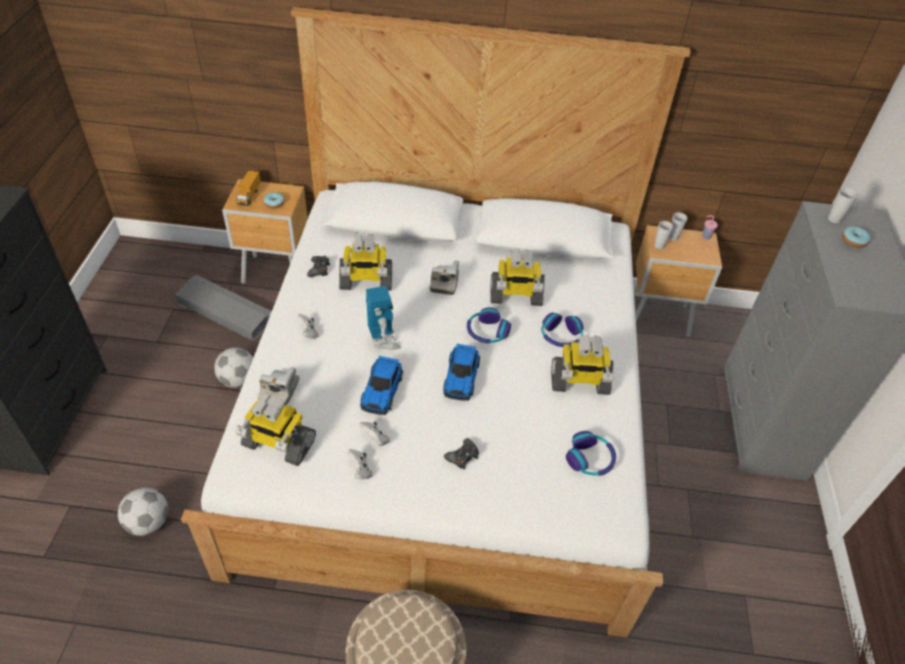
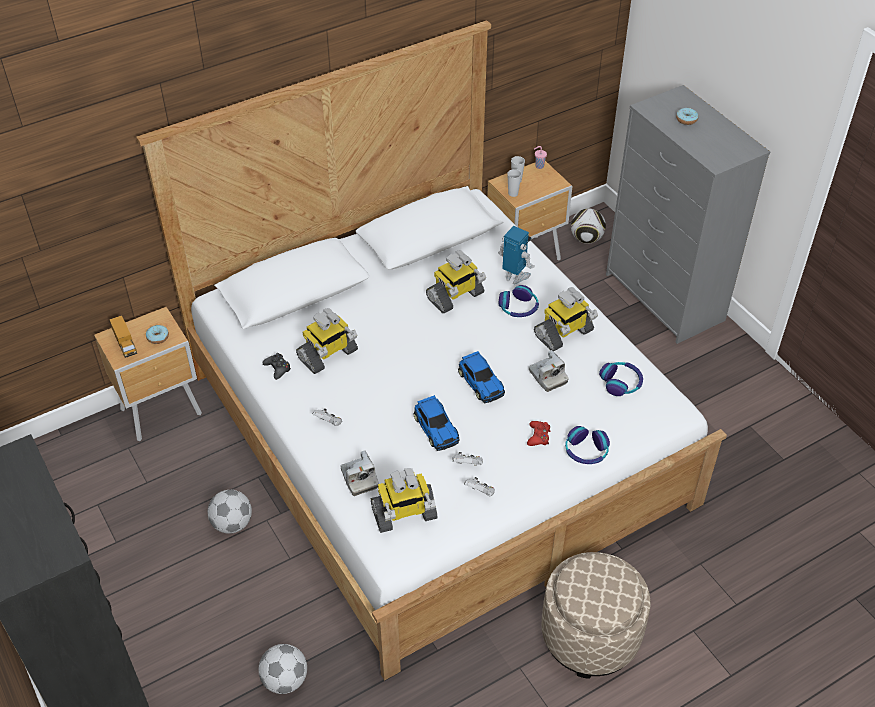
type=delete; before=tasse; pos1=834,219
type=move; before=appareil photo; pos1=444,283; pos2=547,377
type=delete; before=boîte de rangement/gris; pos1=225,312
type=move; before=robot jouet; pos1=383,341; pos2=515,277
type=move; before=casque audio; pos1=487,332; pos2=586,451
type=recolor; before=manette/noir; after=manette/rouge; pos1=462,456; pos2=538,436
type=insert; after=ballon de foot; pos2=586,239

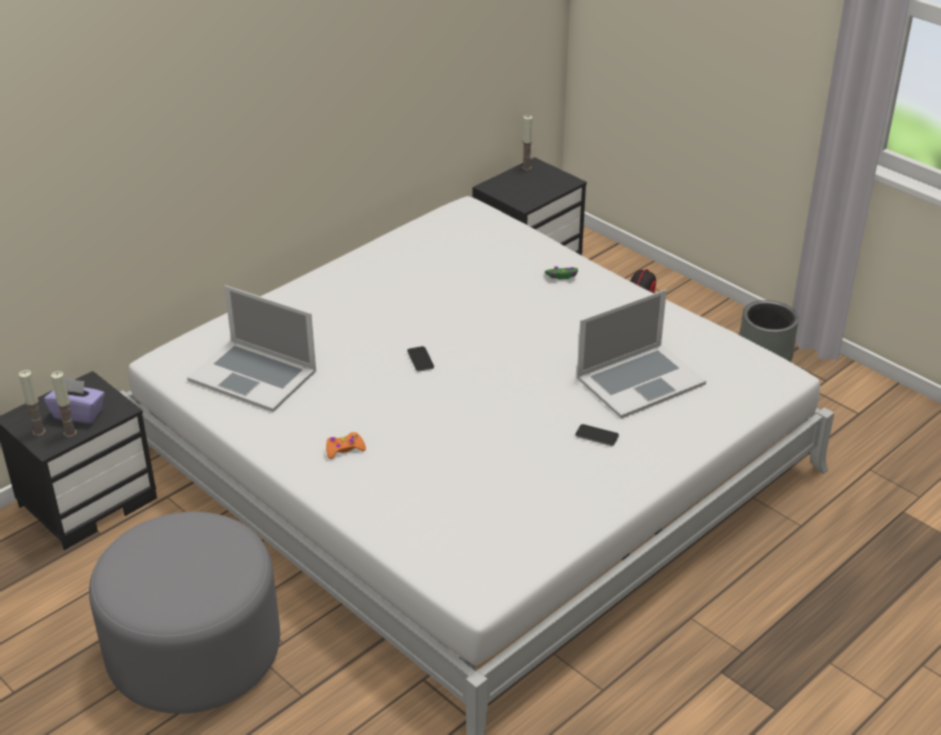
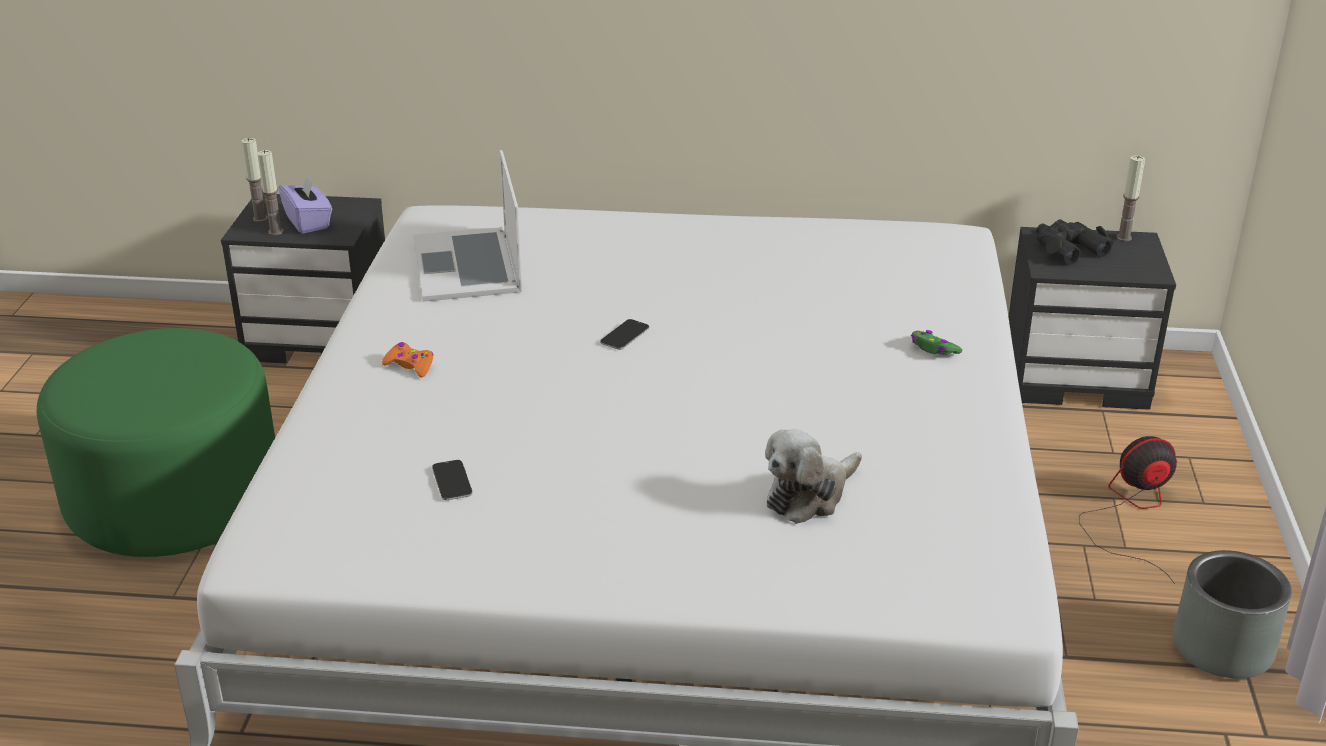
type=replace; before=ordinateur portable; after=peluche; pos1=640,380; pos2=809,495
type=move; before=téléphone; pos1=597,436; pos2=452,481
type=recolor; before=pouf/gris; after=pouf/vert; pos1=194,652; pos2=175,500
type=insert; after=jumelles/noir; pos2=1067,248

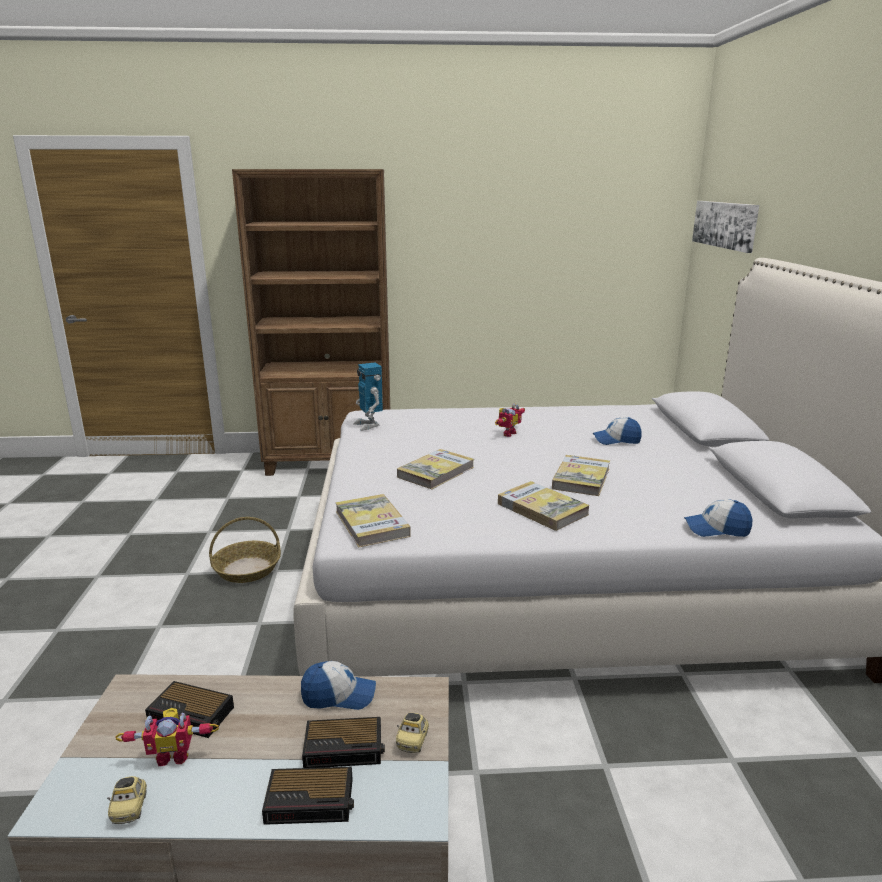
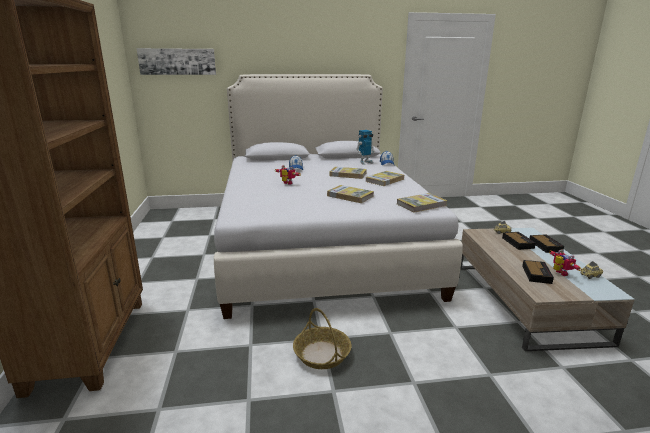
type=move; before=robot jouet; pos1=369,425; pos2=365,162
type=delete; before=casquette; pos1=338,695

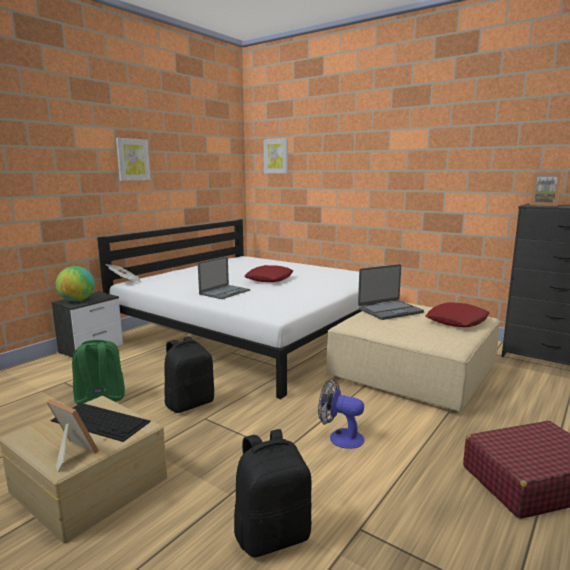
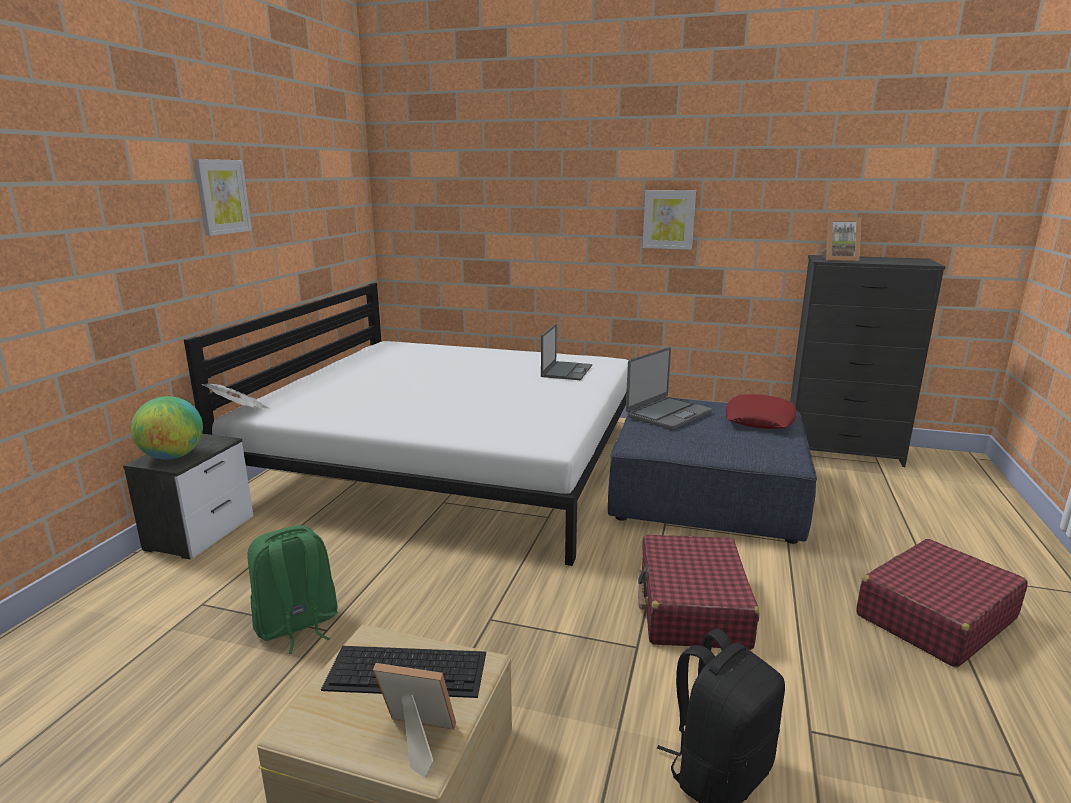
type=move; before=tableau; pos1=276,156; pos2=669,219
type=move; before=ordinateur portable; pos1=225,292; pos2=566,371
type=delete; before=coussin/rouge; pos1=269,279
type=recolor; before=pouf/beige; after=pouf/bleu; pos1=413,371; pos2=706,492
type=delete; before=sac à dos/noir; pos1=190,403
type=replace; before=ventilateur; after=valise/rouge; pos1=340,437; pos2=692,607

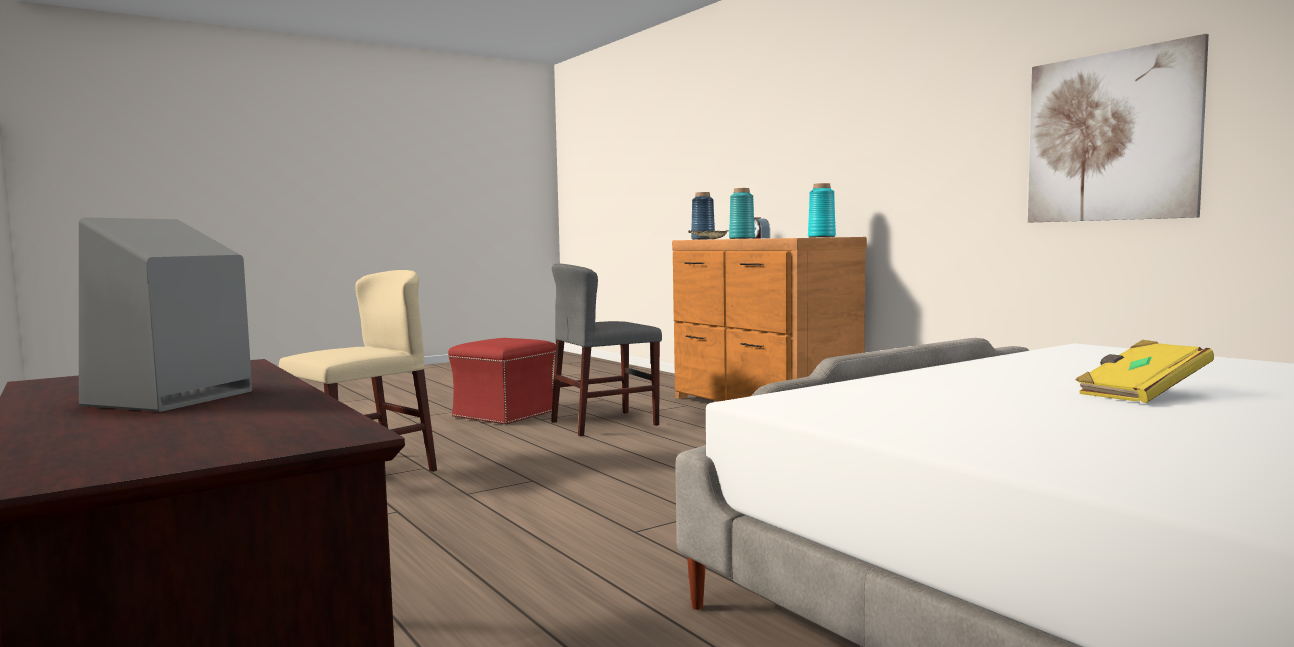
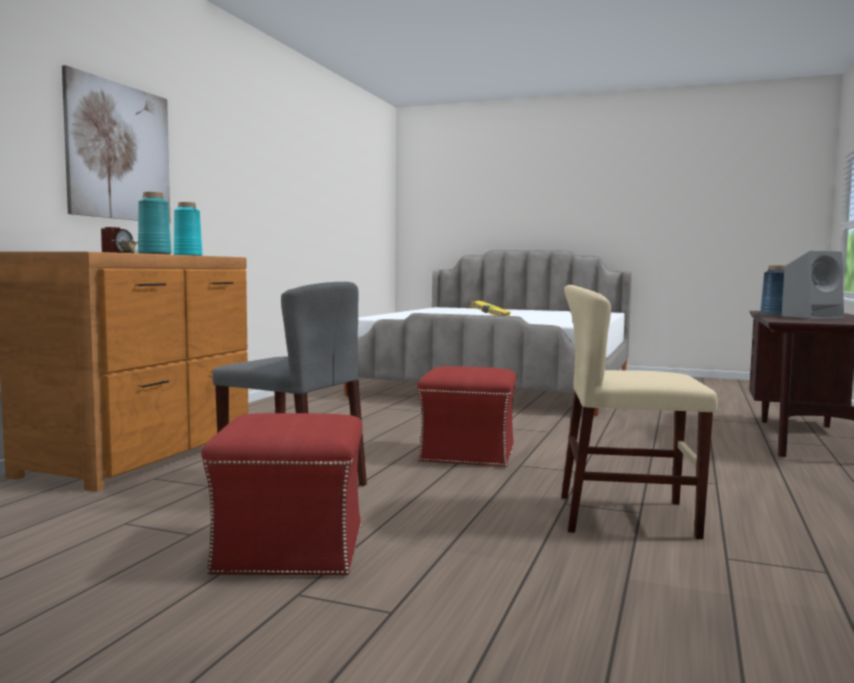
type=move; before=tableau; pos1=1111,137; pos2=119,152
type=move; before=vase/bleu; pos1=703,239; pos2=773,314
type=insert; after=pouf/rouge; pos2=466,454

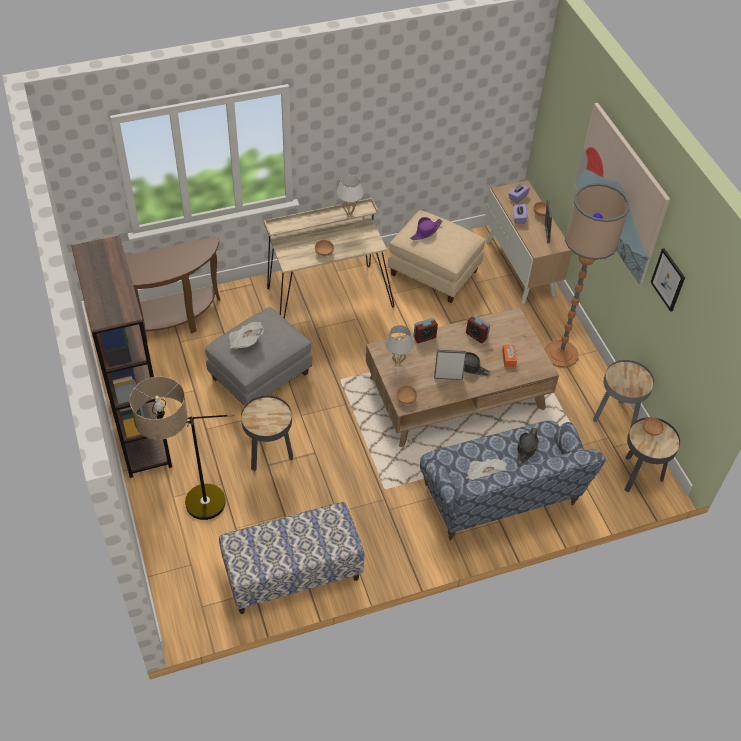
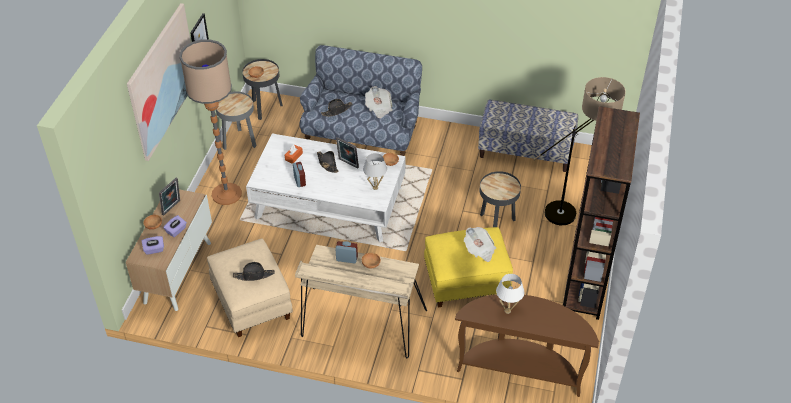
type=move; before=lampe de table/blanc; pos1=349,215; pos2=507,311
type=recolor; before=chapeau/violet; after=chapeau/noir; pos1=426,232; pos2=254,275
type=recolor; before=pouf/gris; after=pouf/jaune; pos1=260,375; pos2=466,283
type=recolor; before=table basse/marron; after=table basse/blanc; pos1=456,393; pos2=329,203
type=move; before=réveil; pos1=424,337; pos2=347,259

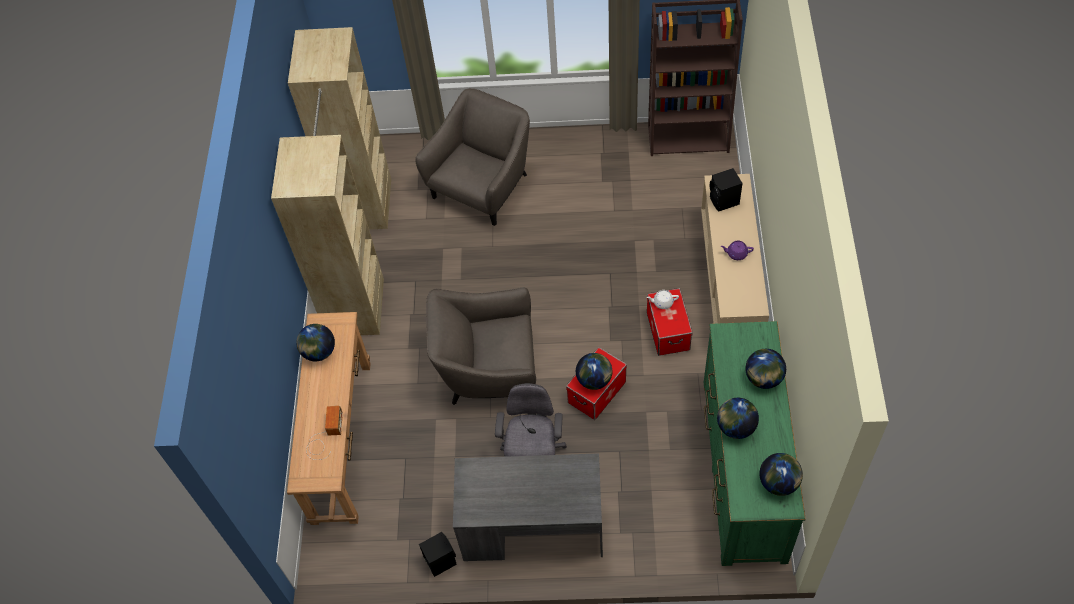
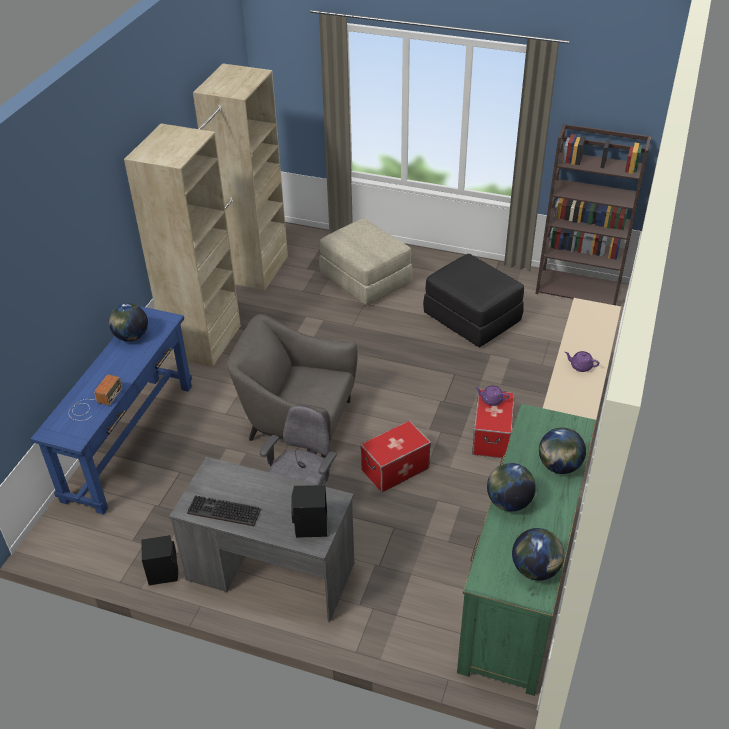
type=replace; before=fauteuil/gris; after=pouf/beige; pos1=482,186; pos2=366,280
type=move; before=enceinte/noir; pos1=724,201; pos2=311,527
type=recolor; before=théière/blanc; after=théière/violet; pos1=662,302; pos2=491,400
type=recolor; before=table console/marron; after=table console/bleu; pos1=342,440; pos2=130,441
type=delete; before=globe; pos1=594,380
type=insert; after=pouf/noir; pos2=472,318
type=insert; after=clavier; pos2=222,512

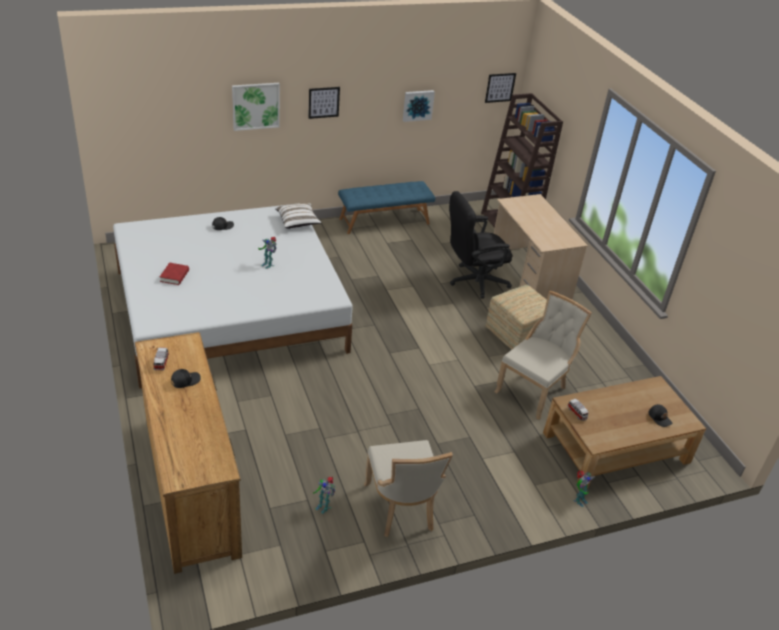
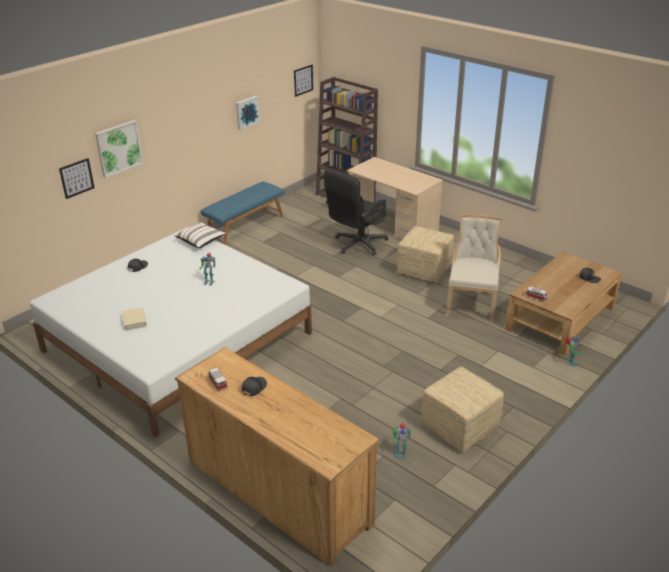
type=move; before=tableau; pos1=323,102; pos2=76,178
type=recolor; before=livre/rouge; after=livre/beige; pos1=174,276; pos2=134,321
type=replace; before=chaise/beige; after=pouf; pos1=401,509; pos2=459,427

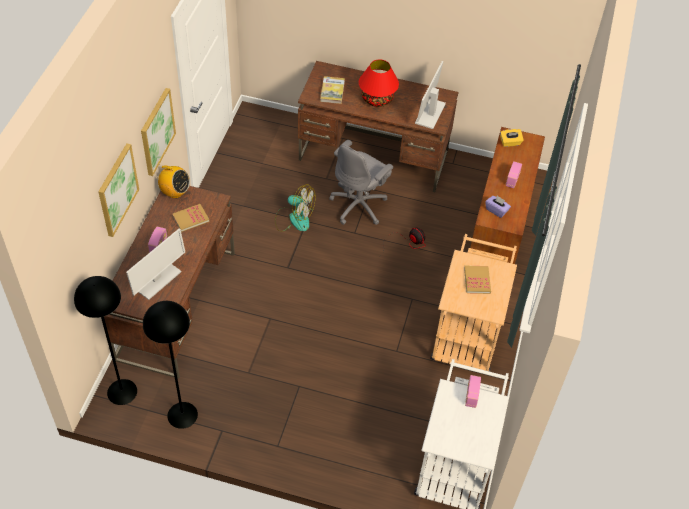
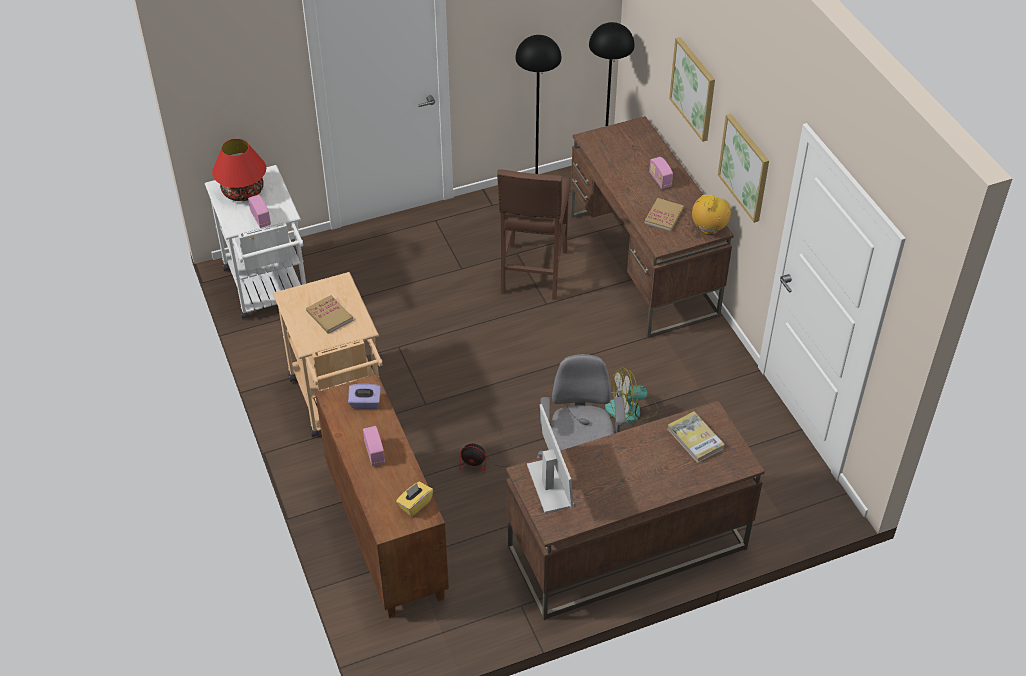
type=move; before=lampe de table/rouge; pos1=377,99; pos2=243,192
type=rotate; before=radio; pos1=175,192; pos2=709,228; turn=120
type=delete; before=écran d'ordinateur; pos1=157,280
type=insert; after=tabouret/marron; pos2=532,273

